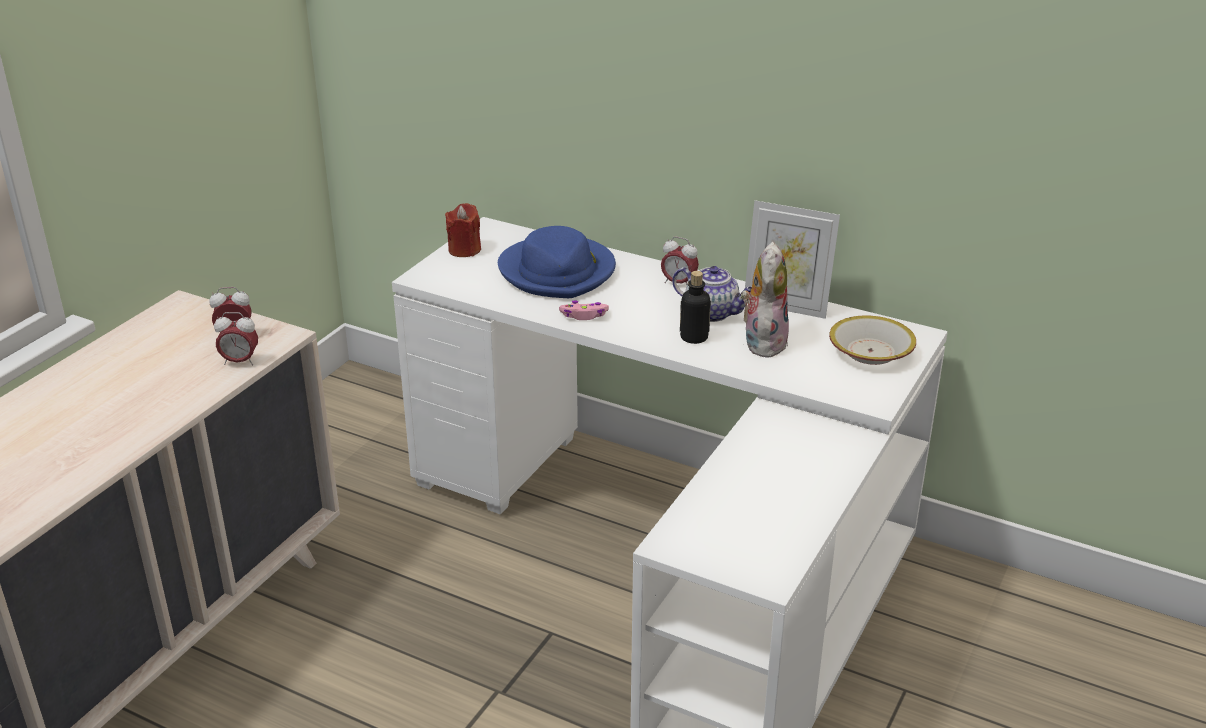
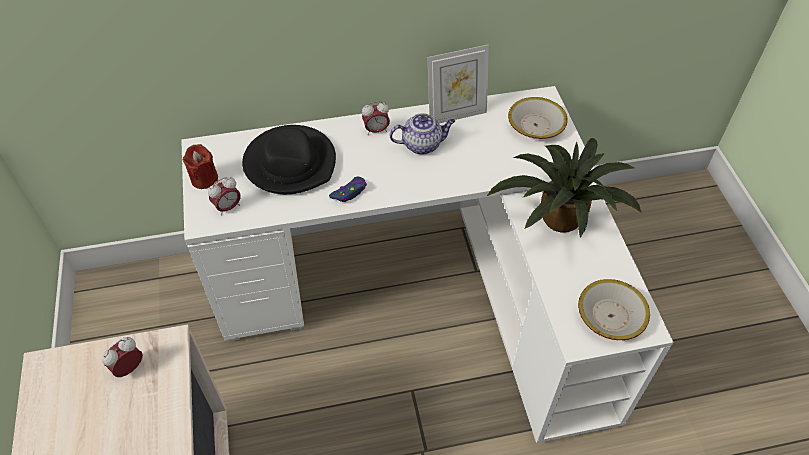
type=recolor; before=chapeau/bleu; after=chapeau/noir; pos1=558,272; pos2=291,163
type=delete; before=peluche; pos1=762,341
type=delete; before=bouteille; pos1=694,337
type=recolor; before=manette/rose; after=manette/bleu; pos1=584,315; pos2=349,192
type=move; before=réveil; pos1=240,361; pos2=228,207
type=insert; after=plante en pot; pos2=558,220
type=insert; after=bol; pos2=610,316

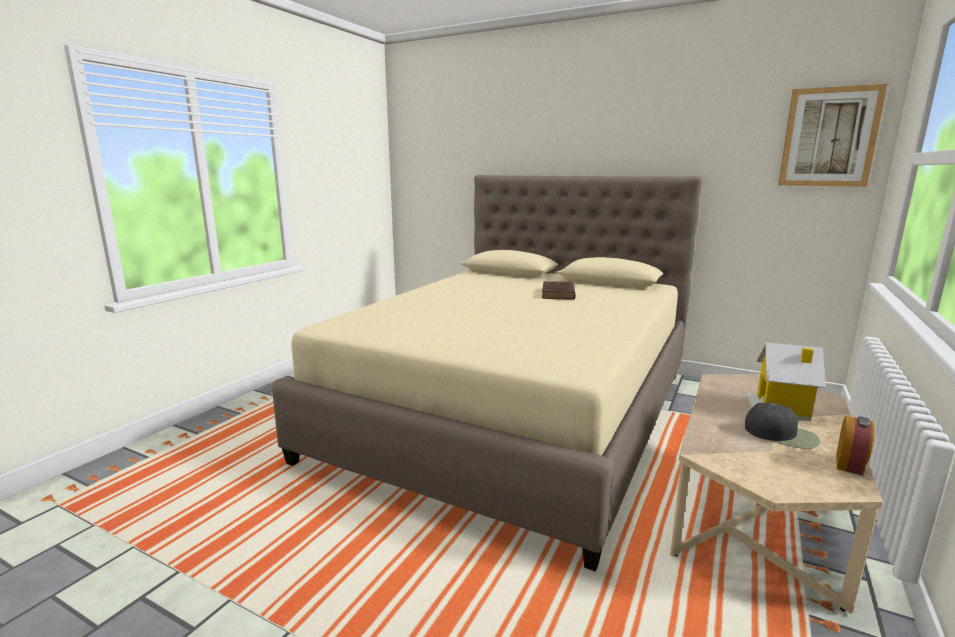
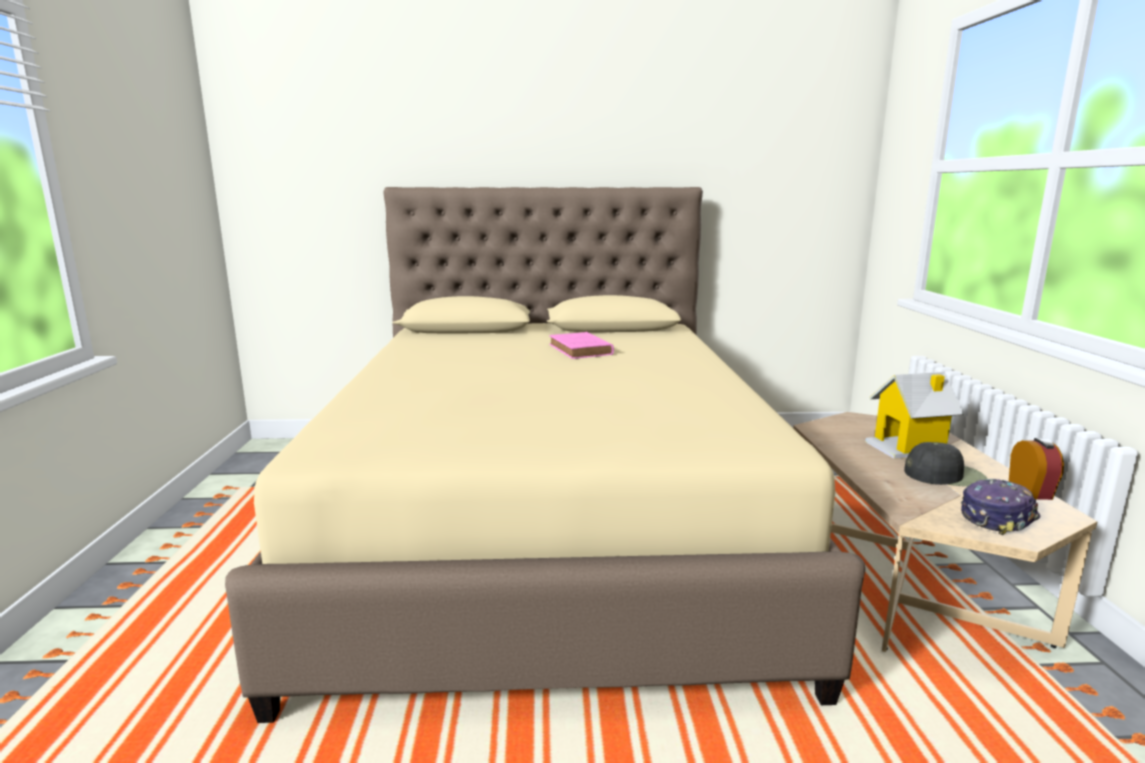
type=delete; before=tableau; pos1=829,137
type=recolor; before=livre/marron; after=livre/rose; pos1=558,294; pos2=581,350
type=insert; after=casquette; pos2=997,517

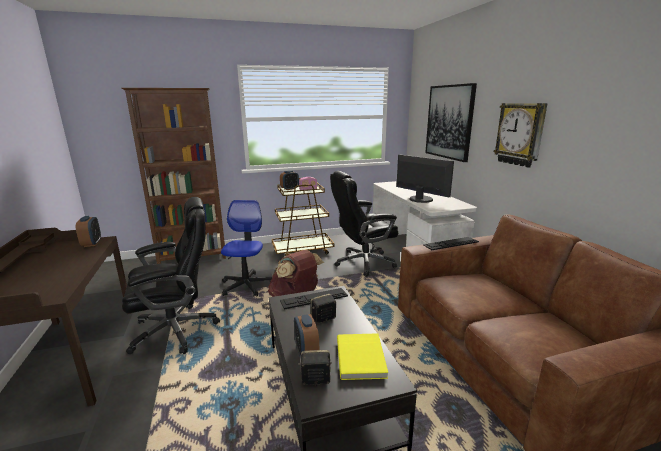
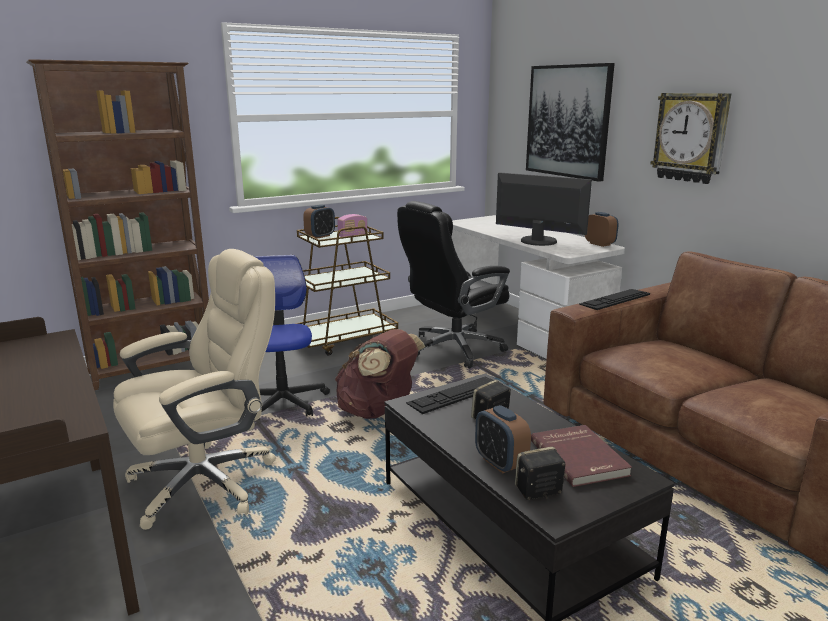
type=recolor; before=chaise de bureau/noir; after=chaise de bureau/beige; pos1=177,330; pos2=206,482
type=move; before=réveil; pos1=92,243; pos2=600,244
type=recolor; before=livre/jaune; after=livre/rouge; pos1=362,357; pos2=580,458

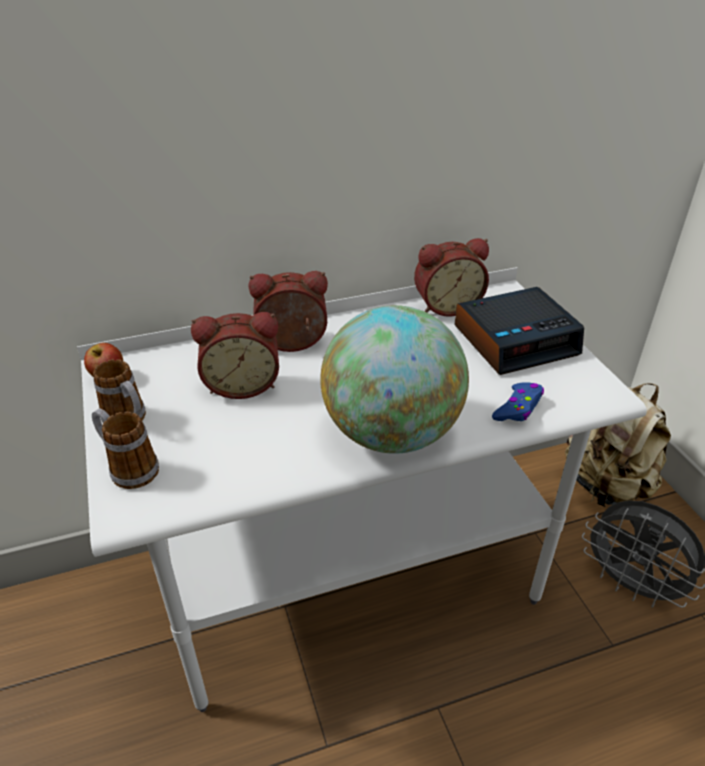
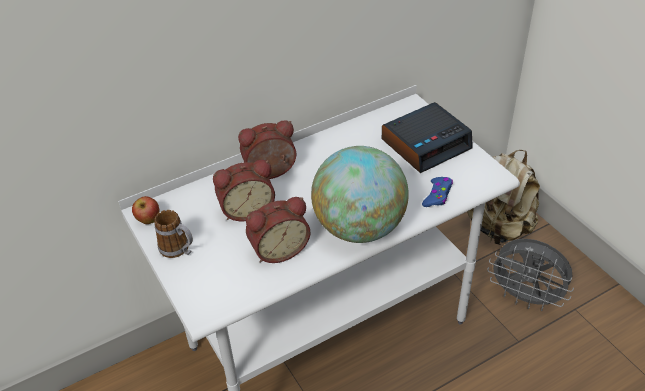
type=move; before=réveil; pos1=446,306; pos2=278,249
type=delete; before=mug; pos1=128,468

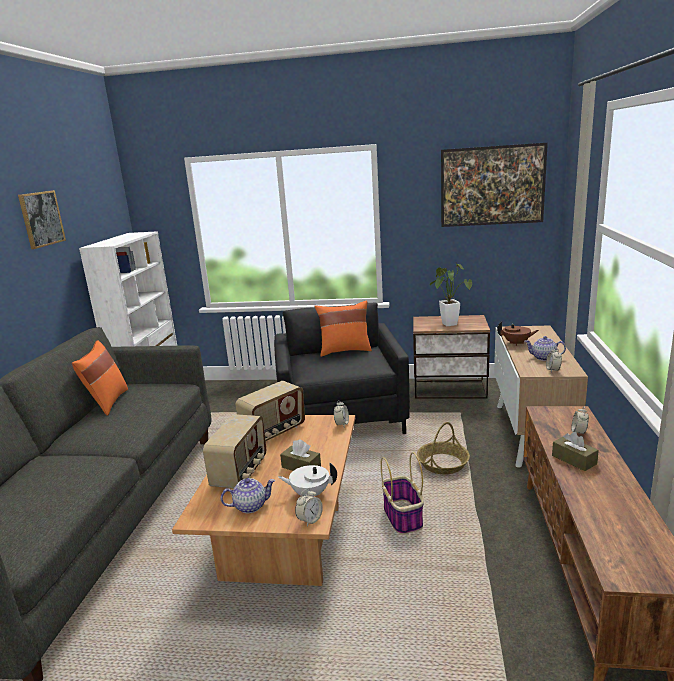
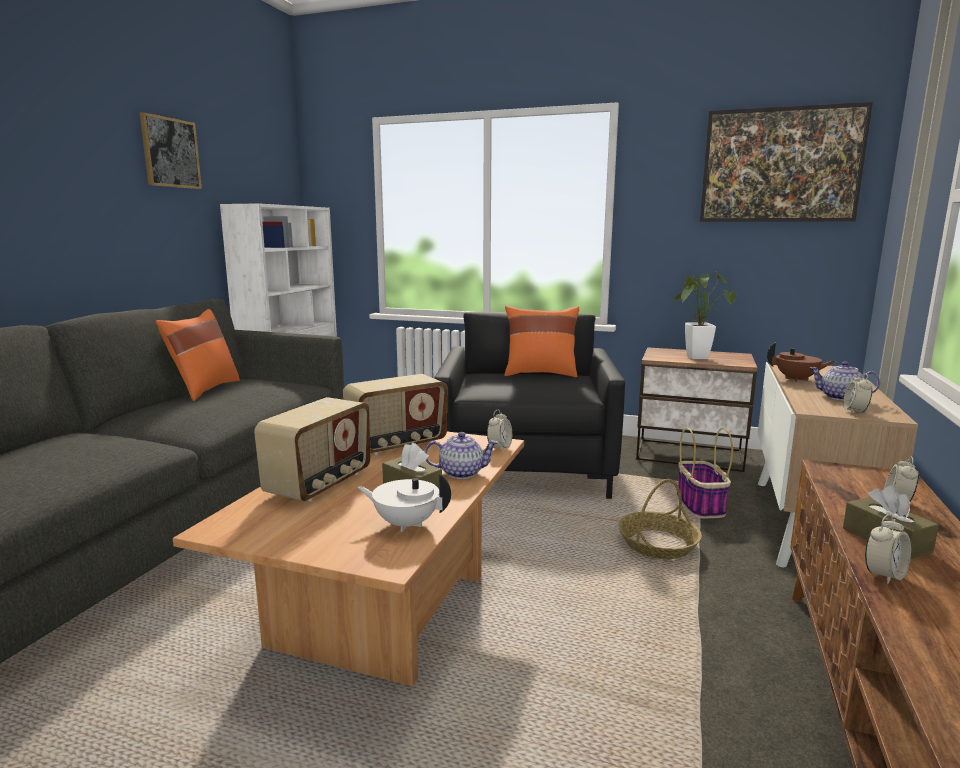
type=move; before=panier; pos1=403,518; pos2=701,505
type=move; before=théière; pos1=250,506; pos2=461,473
type=move; before=réveil; pos1=310,520; pos2=884,575

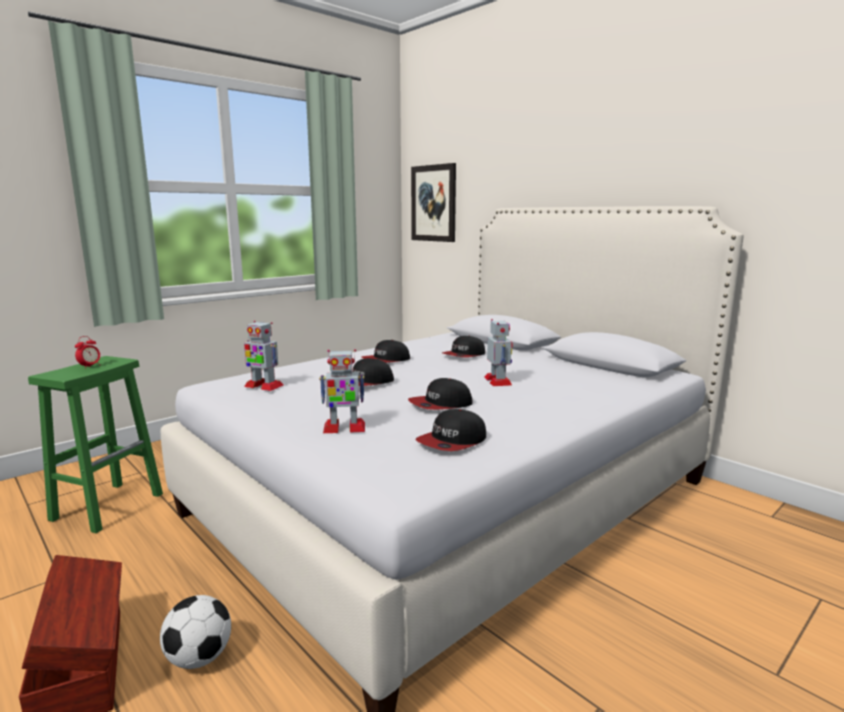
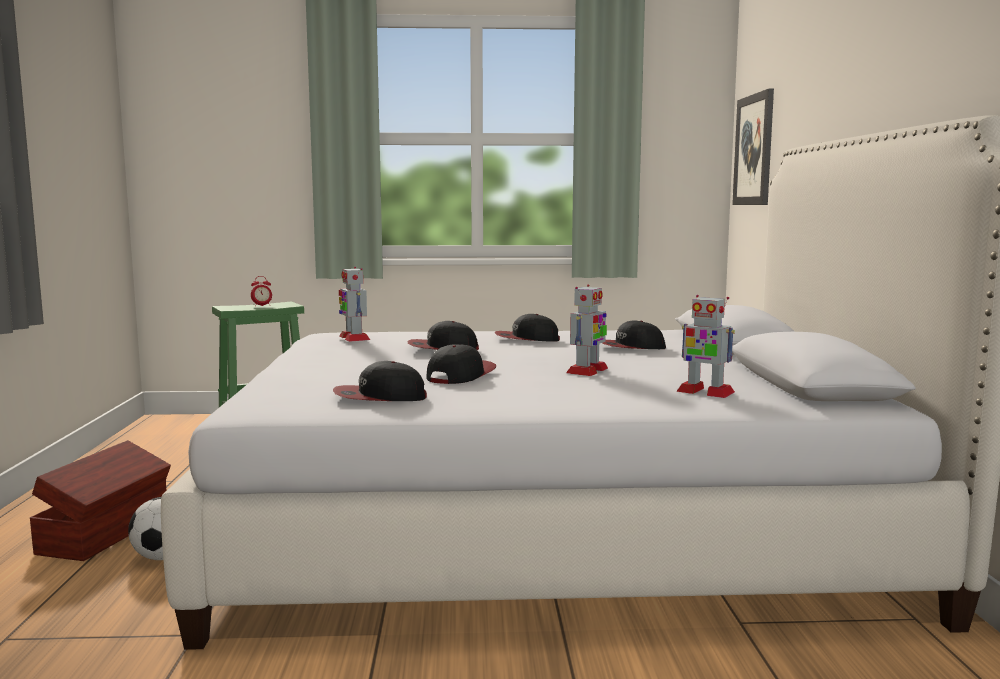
type=move; before=robot jouet; pos1=343,428; pos2=704,392
type=rotate; before=casquette; pos1=440,404; pos2=460,375; turn=105

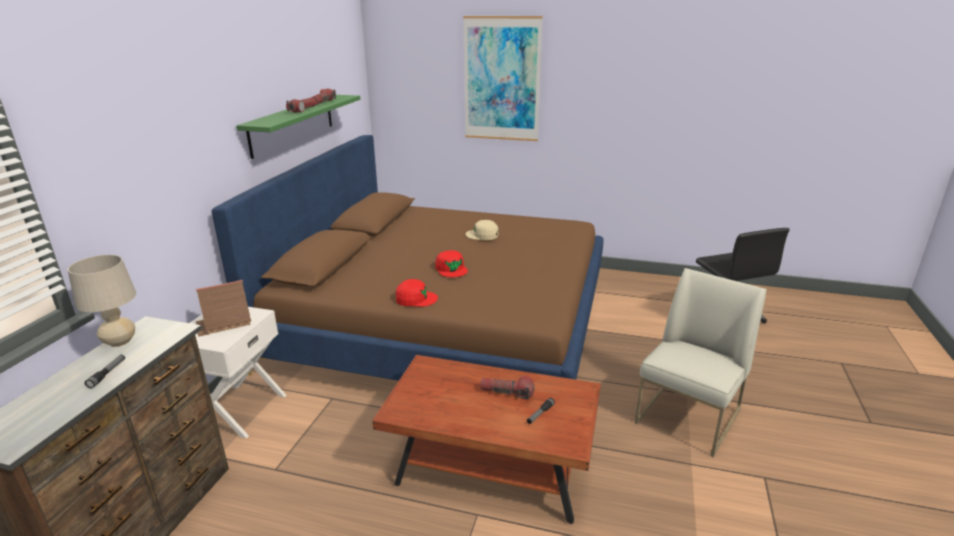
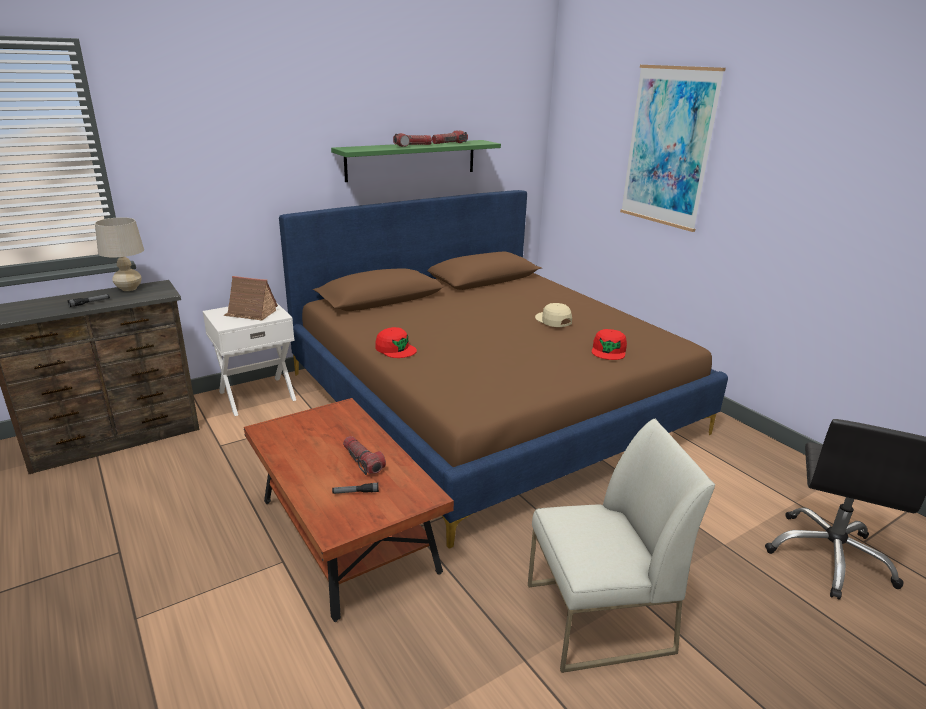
type=move; before=casquette/rouge; pos1=451,269; pos2=609,350

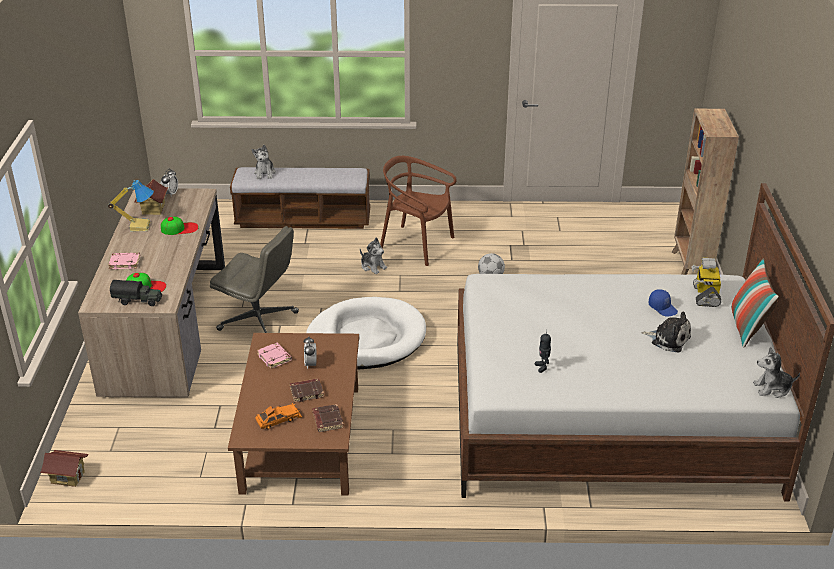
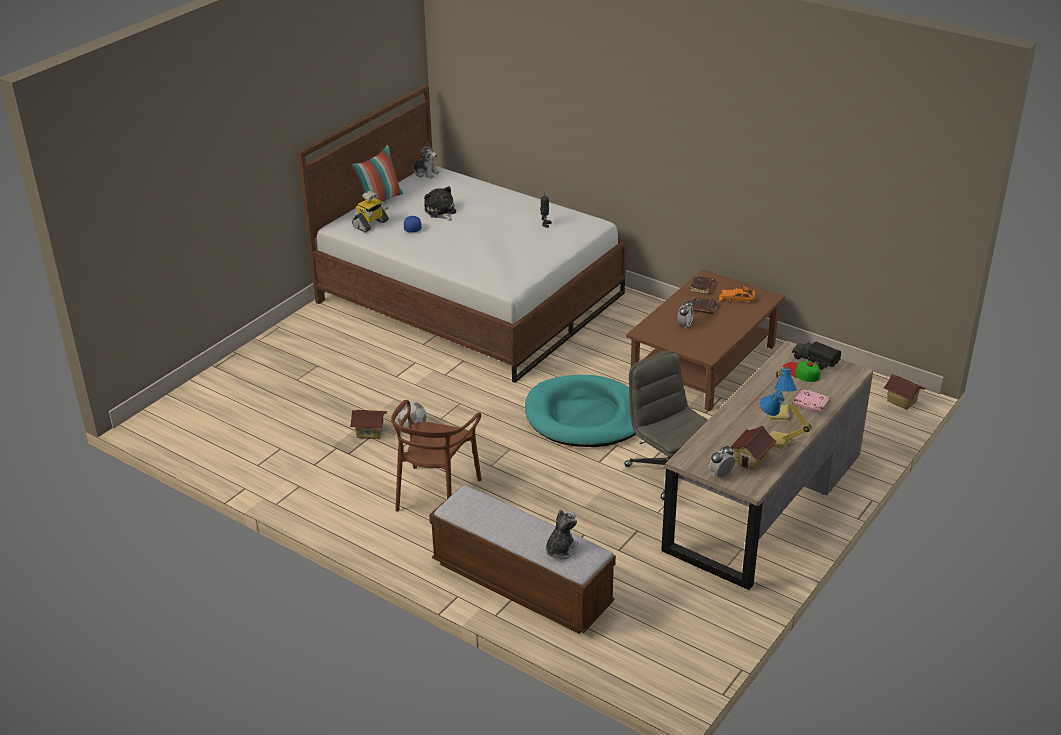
type=delete; before=bibliothèque/marron; pos1=691,266
type=rotate; before=chaise/marron; pos1=417,244; pos2=436,493; turn=45
type=delete; before=casquette; pos1=179,228
type=delete; before=peluche; pos1=373,266
type=recolor; before=panier pour chien/blanc; after=panier pour chien/turquoise; pos1=366,338; pos2=585,416
type=delete; before=livre/rose; pos1=275,358
type=insert; after=lampe de table; pos2=780,414
type=insert; after=maison miniature; pos2=370,432

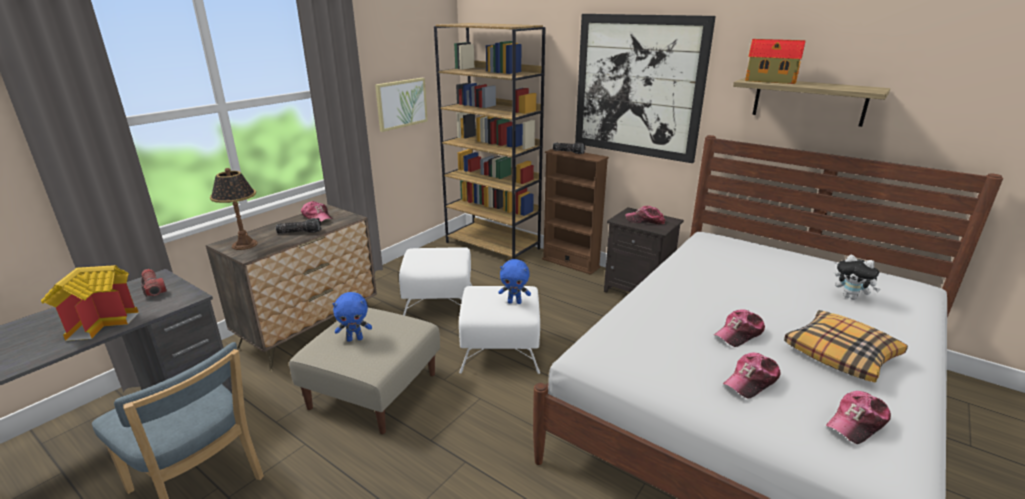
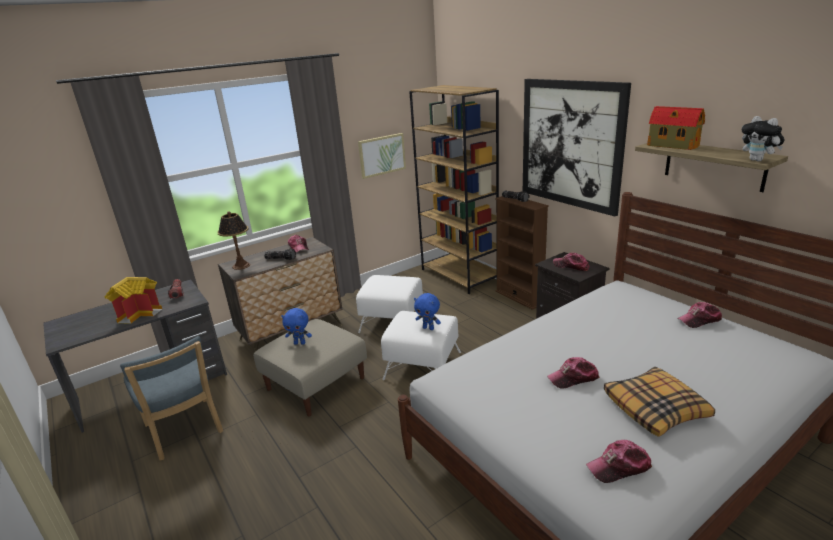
type=move; before=peluche; pos1=851,297; pos2=758,160
type=move; before=casquette; pos1=751,381; pos2=699,320

